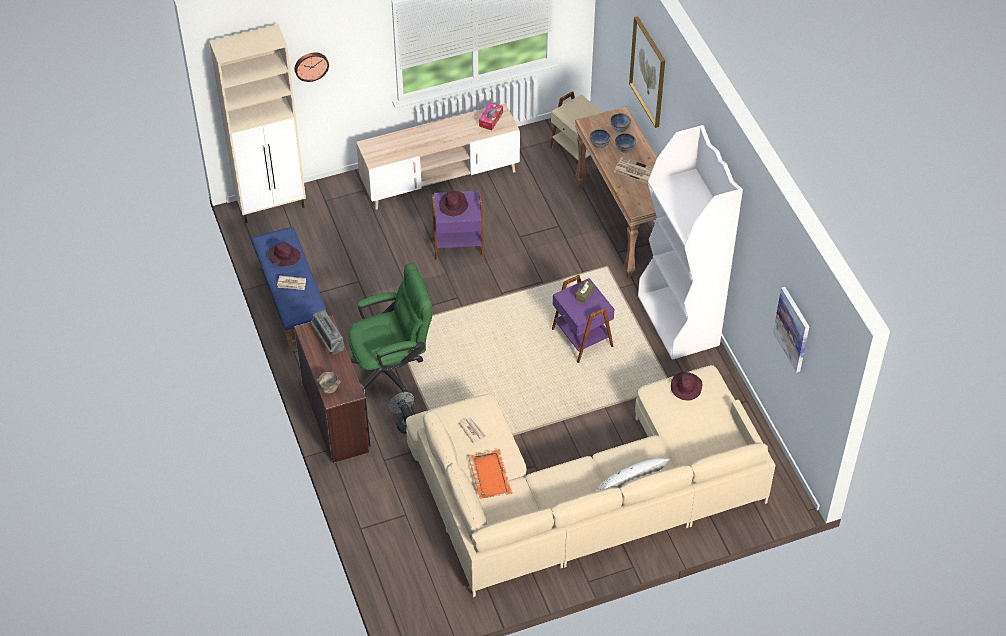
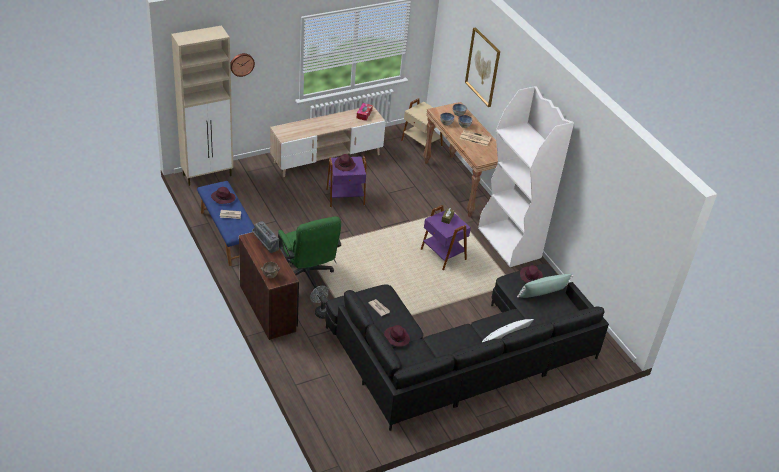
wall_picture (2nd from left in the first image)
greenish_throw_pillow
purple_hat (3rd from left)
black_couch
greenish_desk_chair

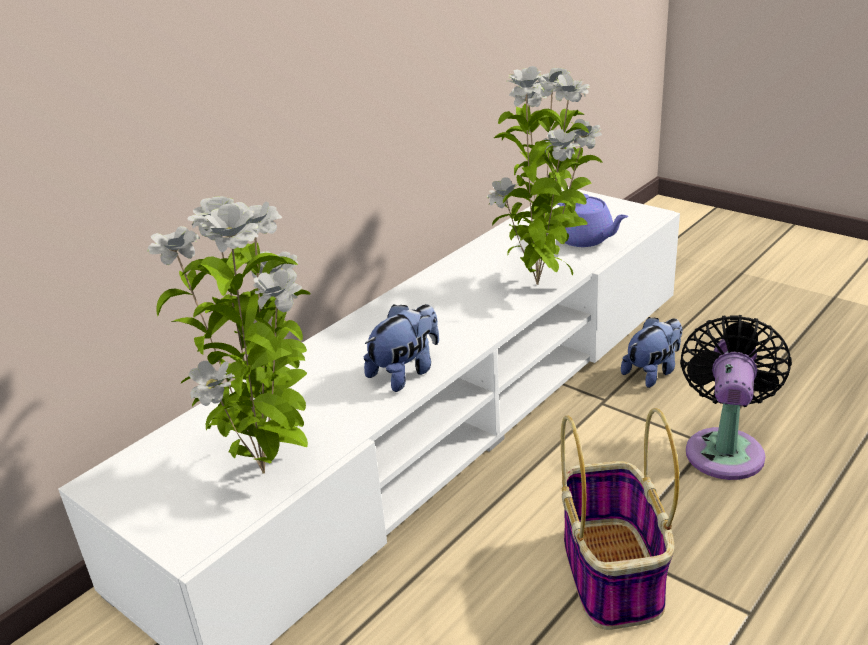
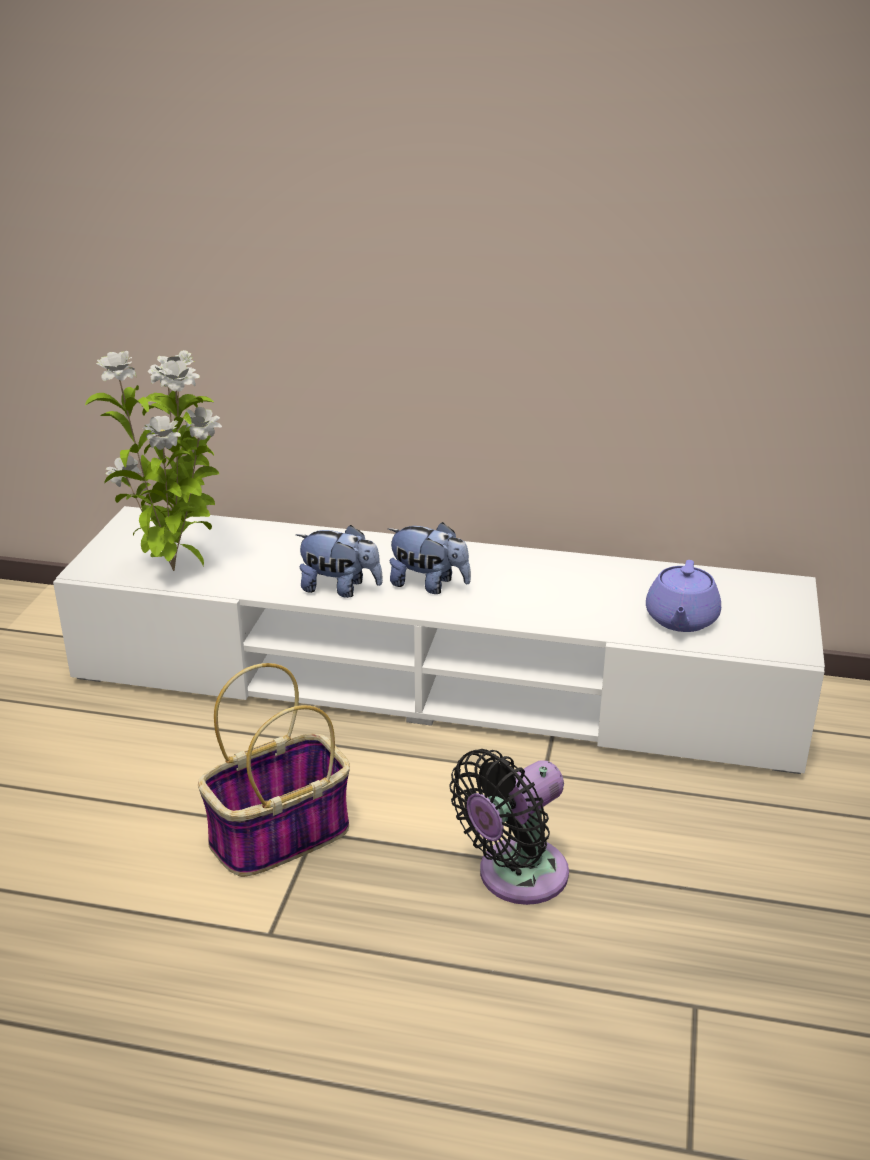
houseplant (2nd from left in the first image)
cuddly_toy (2nd from left)
black_electric_fan

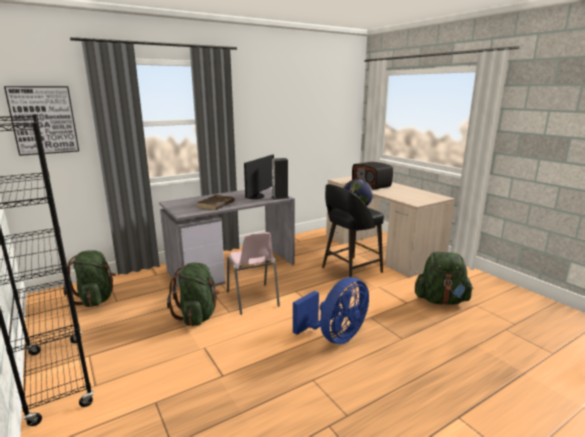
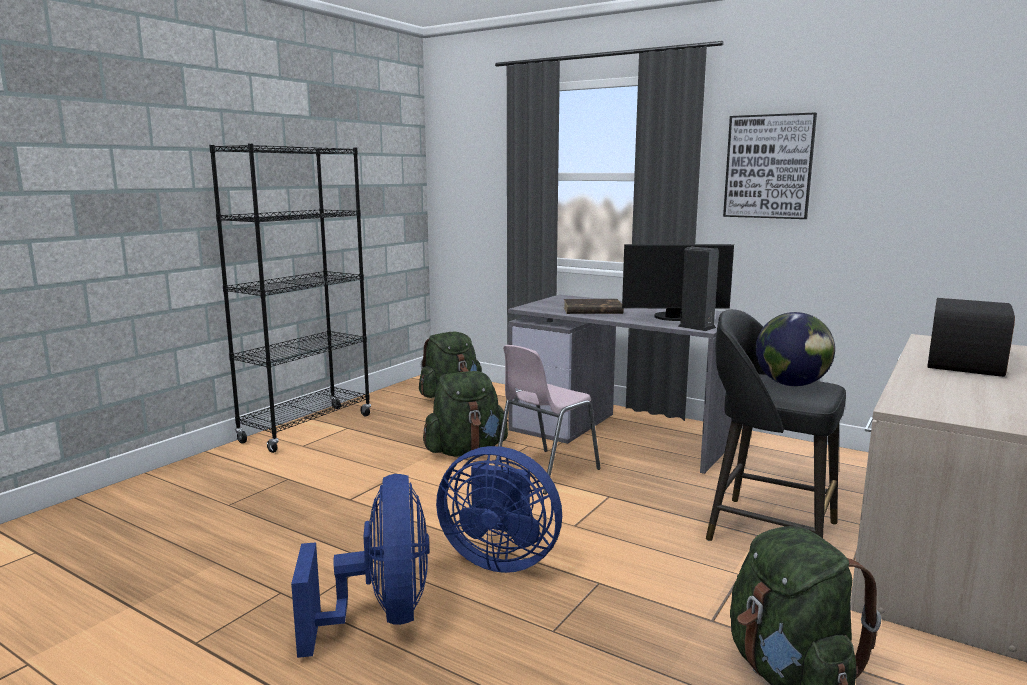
blue-coloured_electric_fan (1st from left)
wall_picture

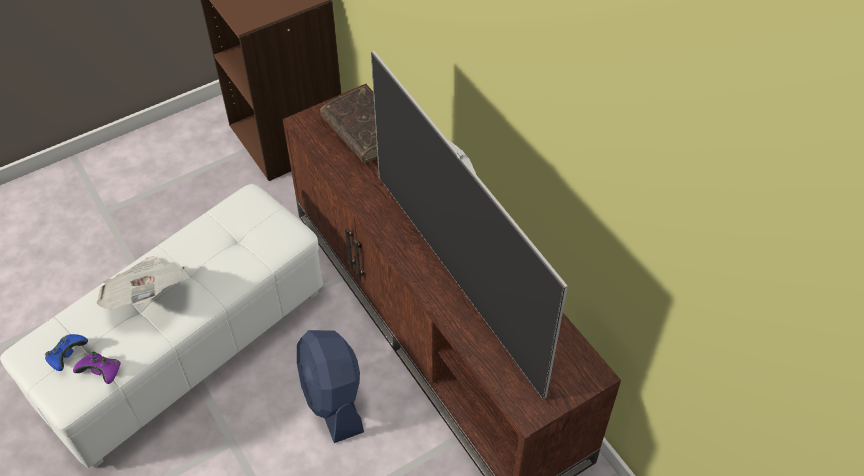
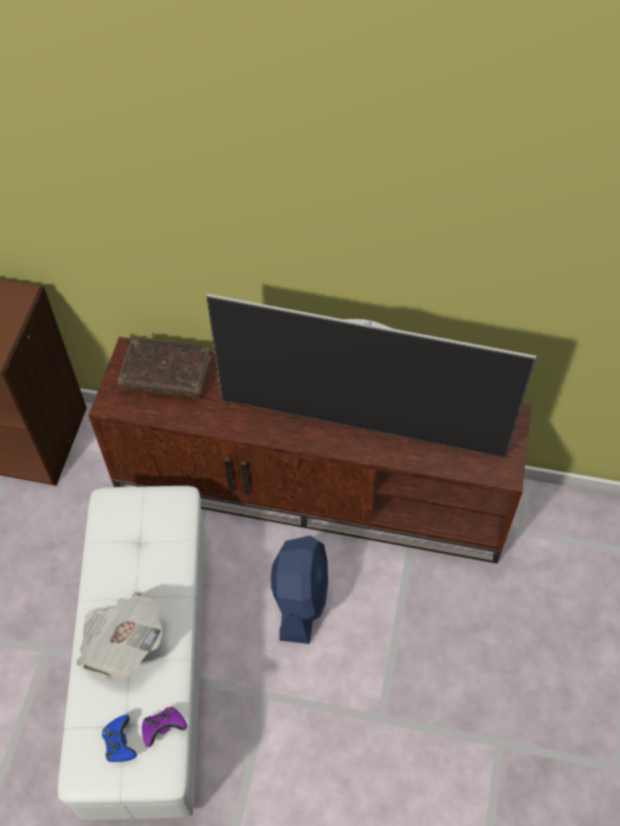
blue-coloured_electric_fan

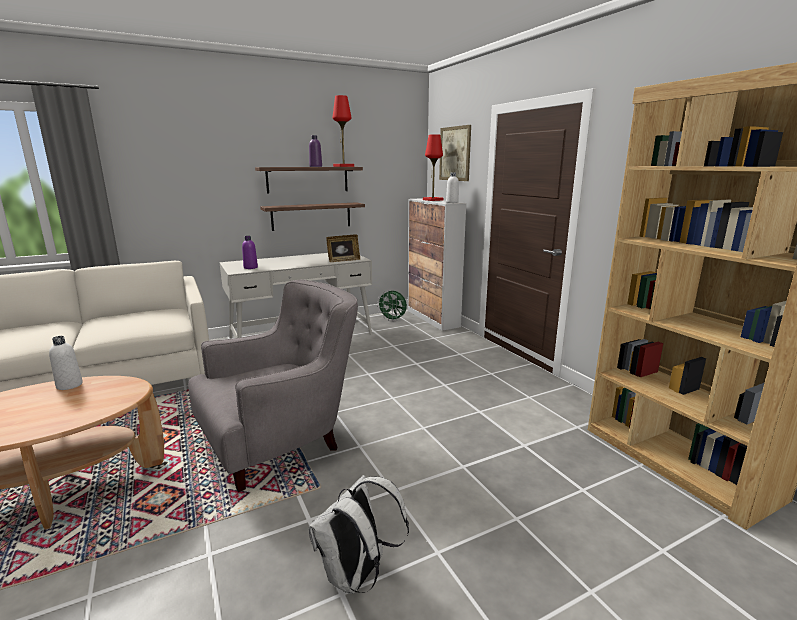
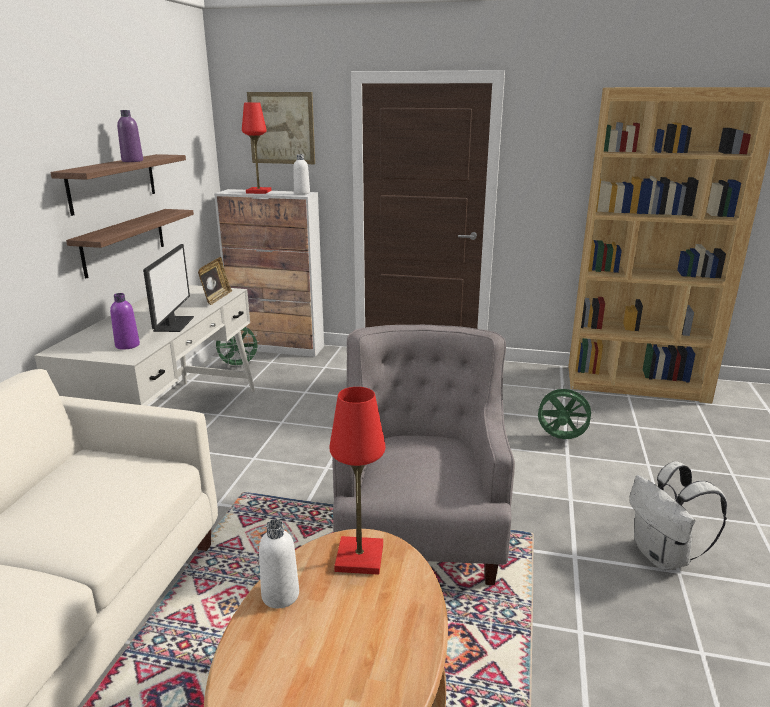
computer_screen
greenish_electric_fan (2nd from left)
red-coloured_tabletop_lamp (2nd from left)

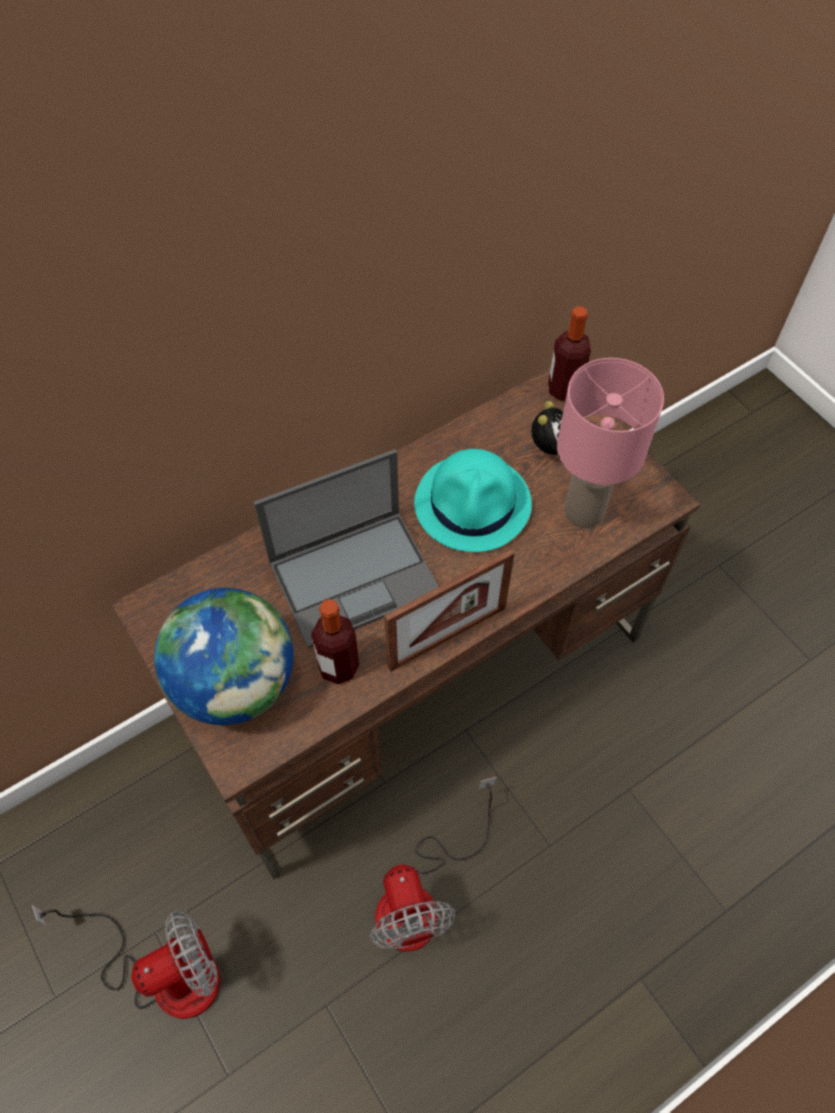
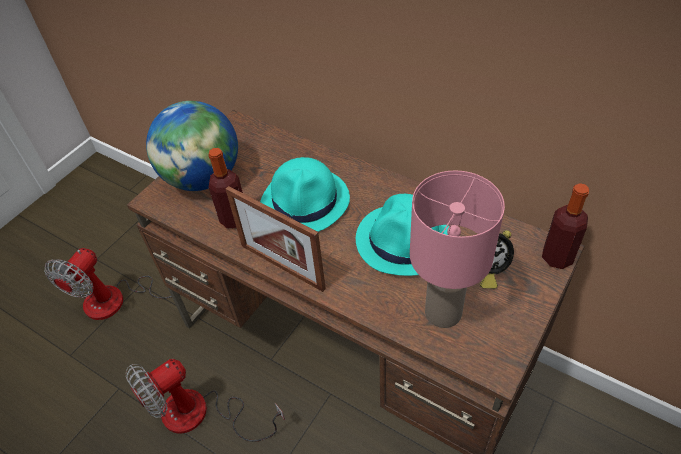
blue-green_hat (1st from left)
electric_fan (1st from left)

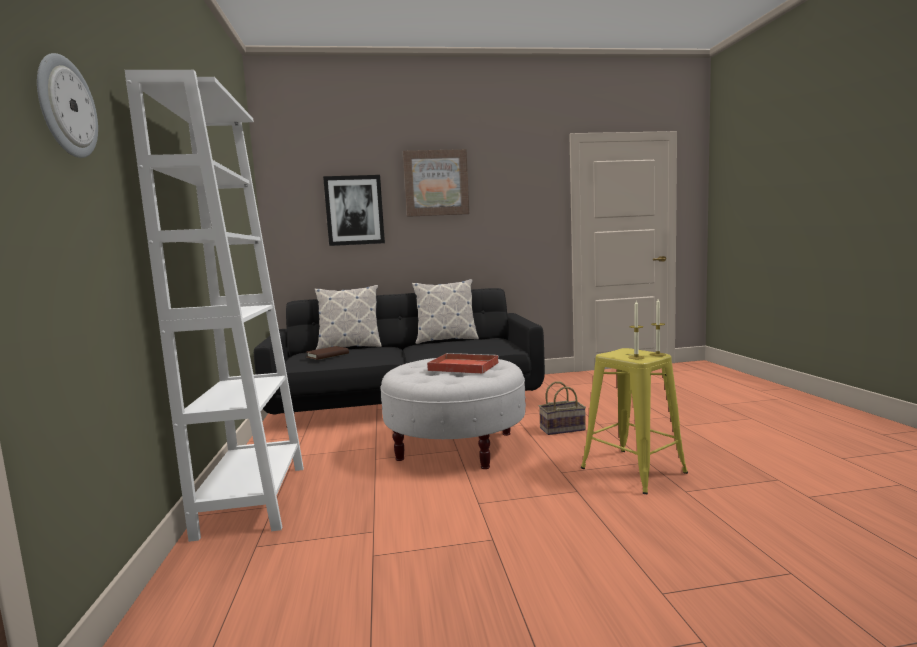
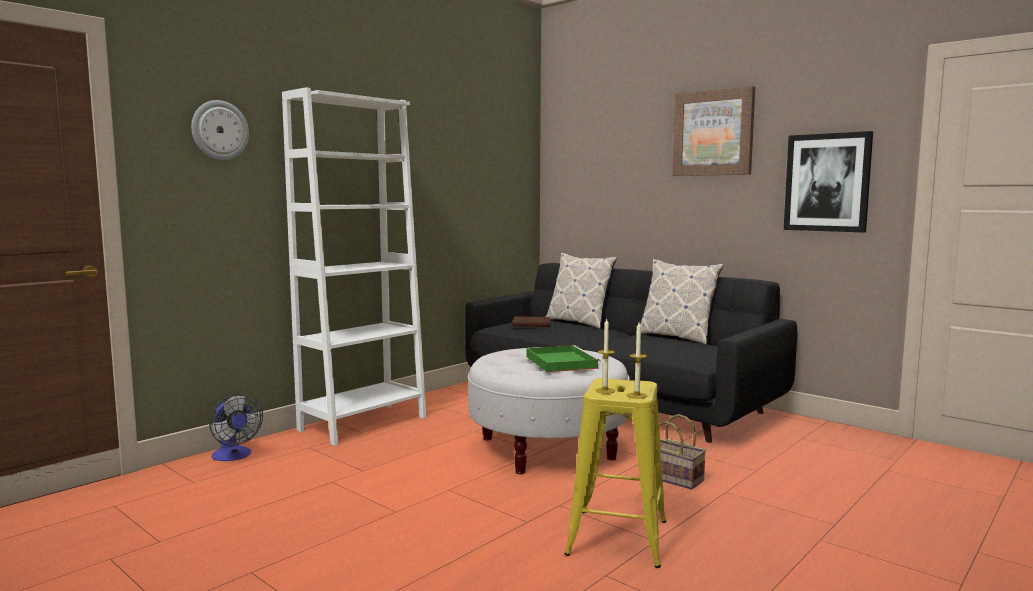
electric_fan
wall_picture (2nd from left)
greenish_carrying_tray

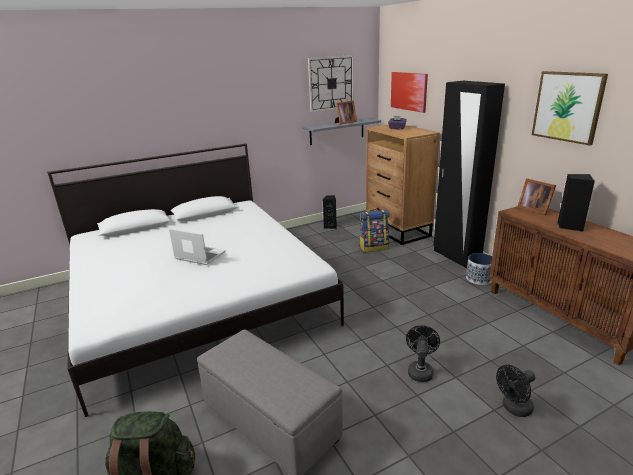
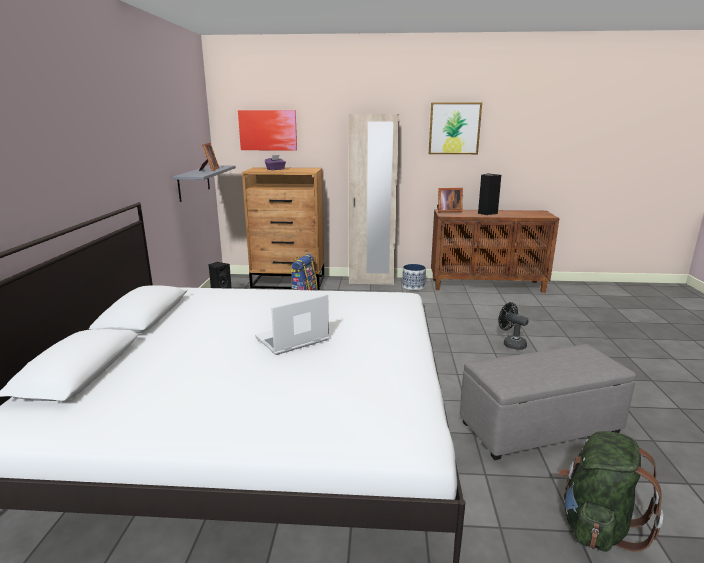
hanging_clock
black_electric_fan (2nd from left in the first image)
beige_wardrobe

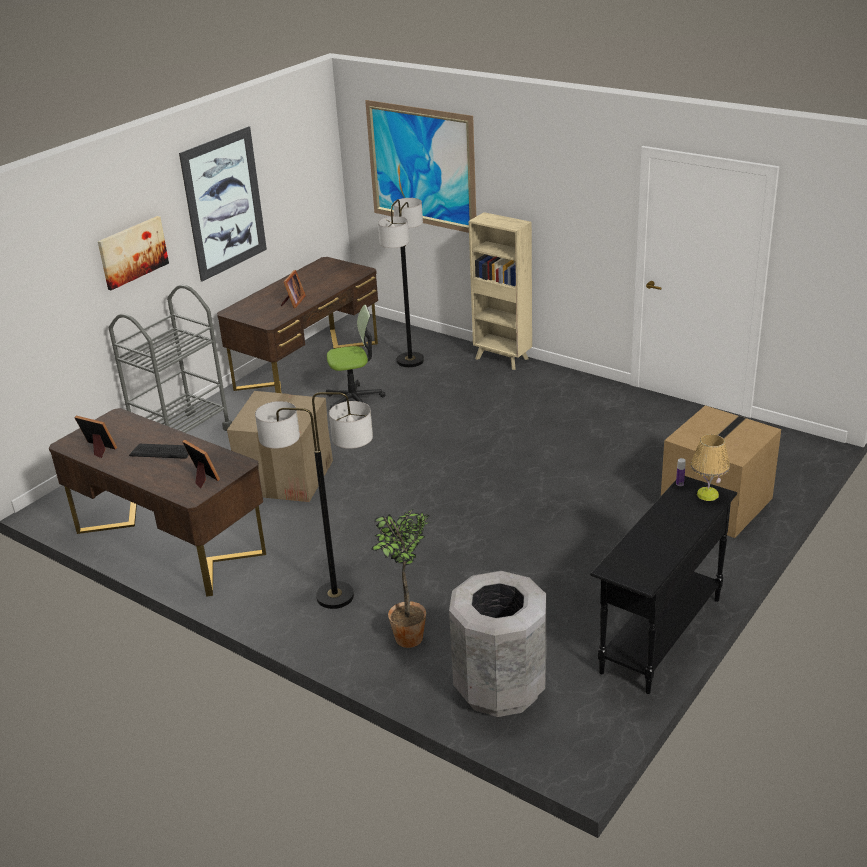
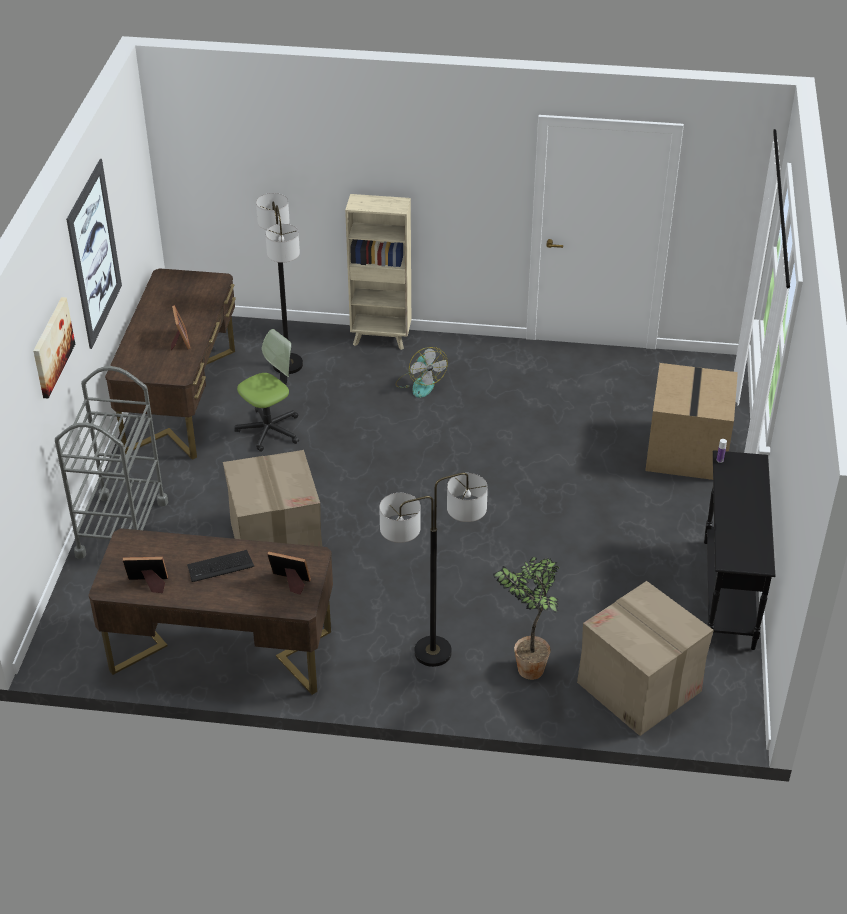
wall_picture (3rd from left in the first image)
tabletop_lamp
electric_fan
packing_box (2nd from left)

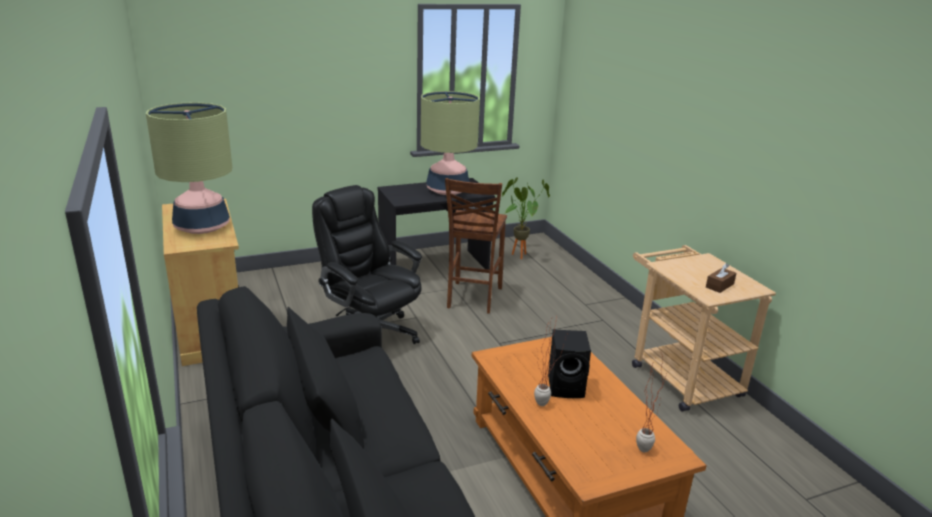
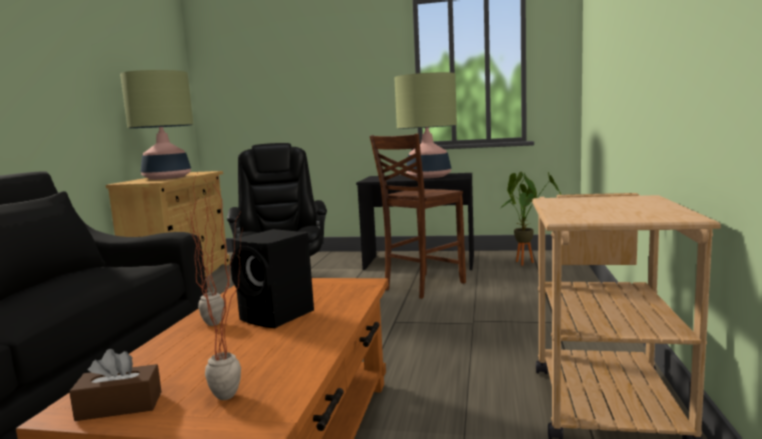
brown-coloured_tissue_box

